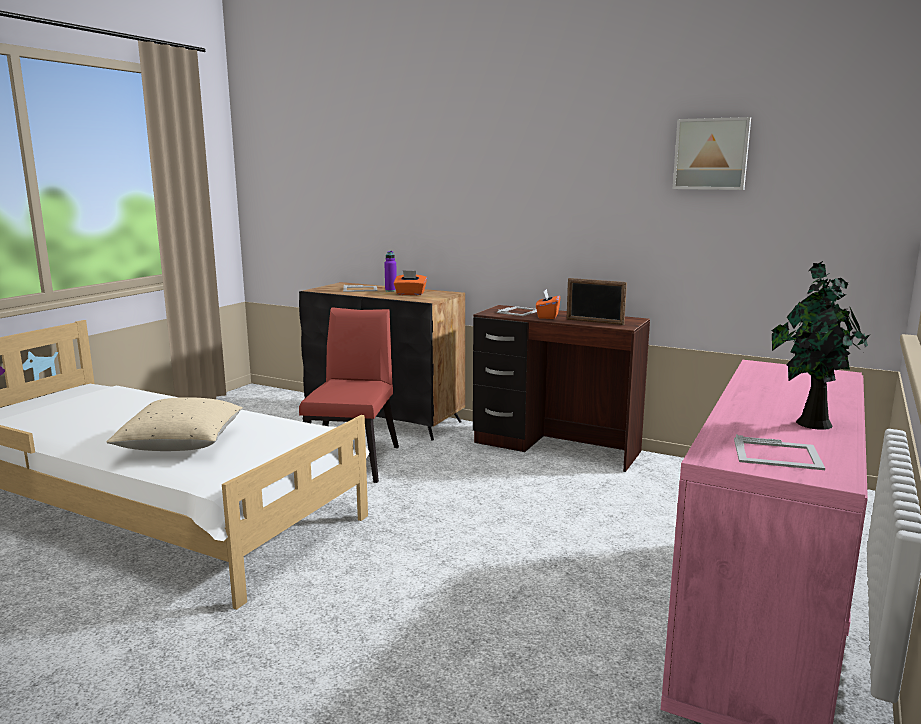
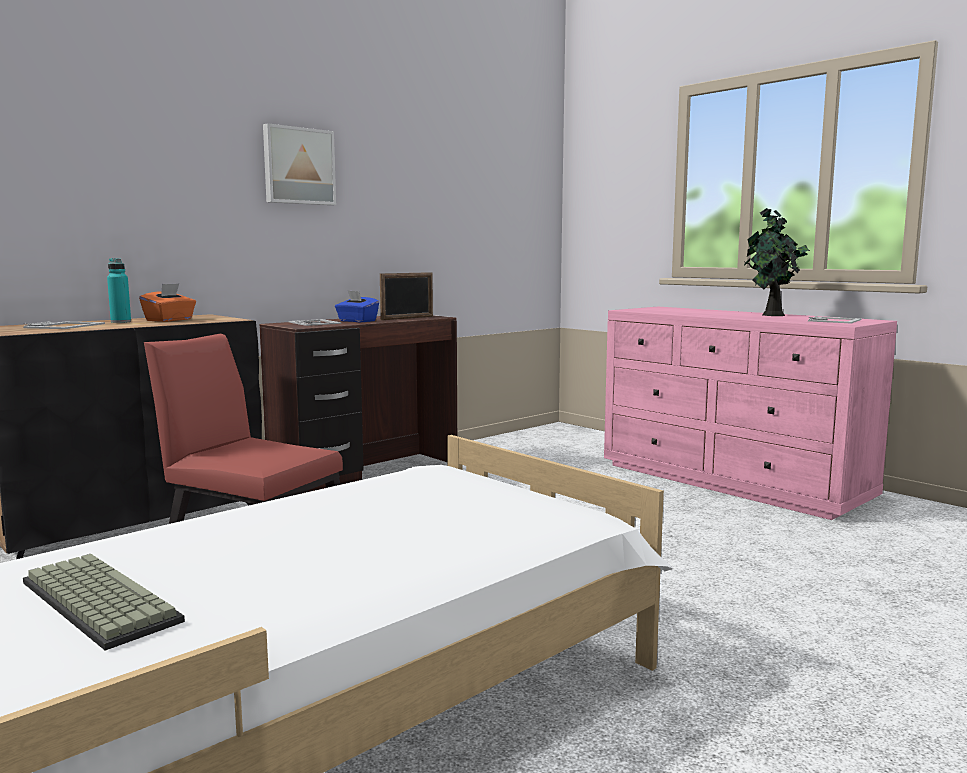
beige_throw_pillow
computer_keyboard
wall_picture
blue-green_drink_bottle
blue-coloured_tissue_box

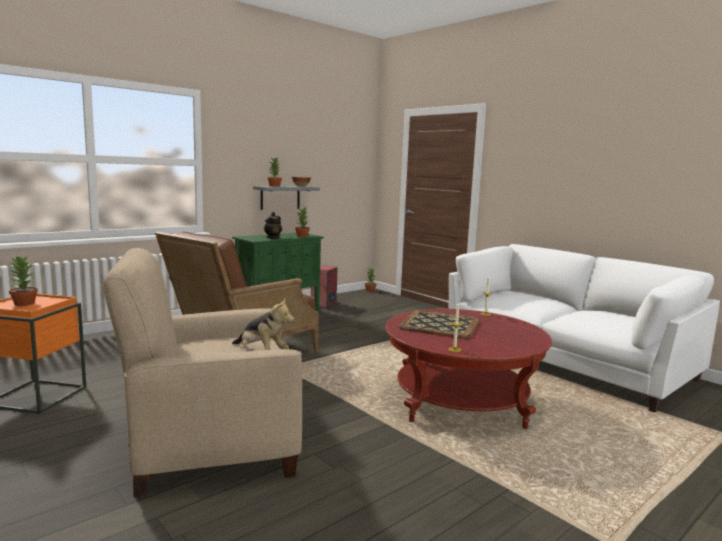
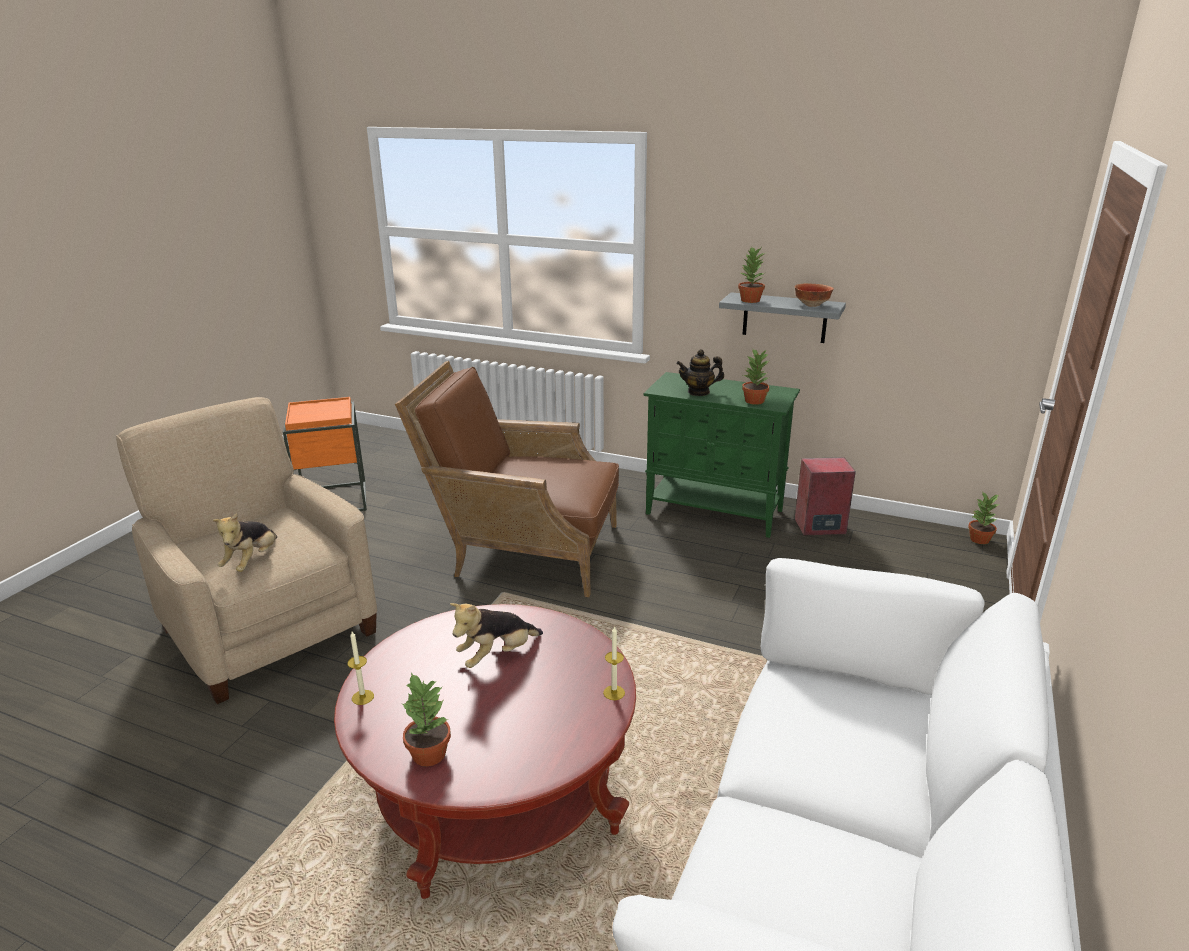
houseplant (1st from left)
cuddly_toy (2nd from left)

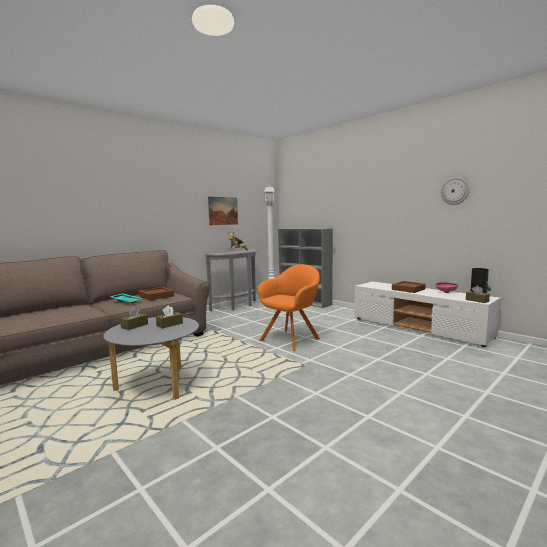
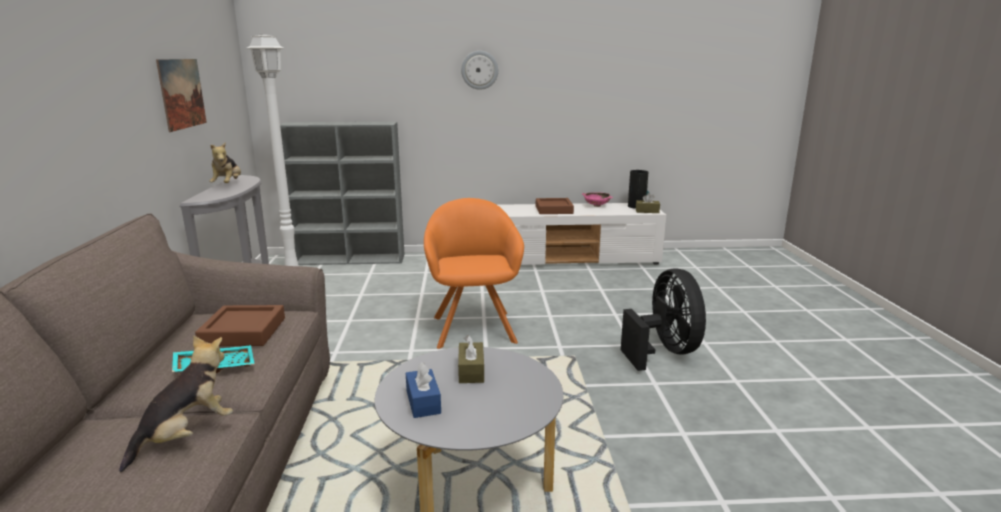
cuddly_toy (1st from left)
black_electric_fan
hanging_clock
blue-coloured_tissue_box

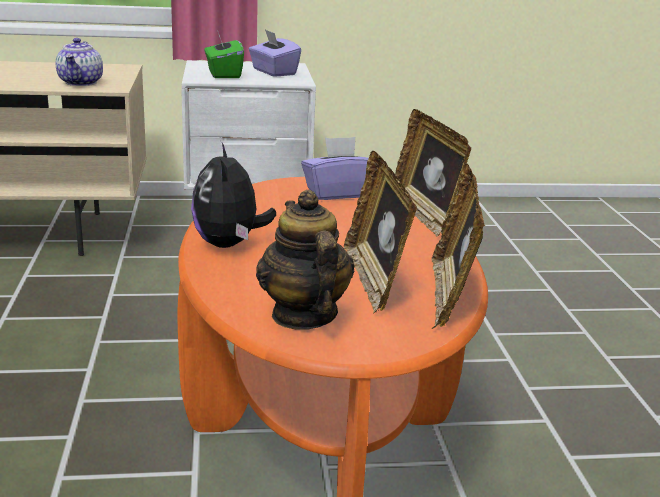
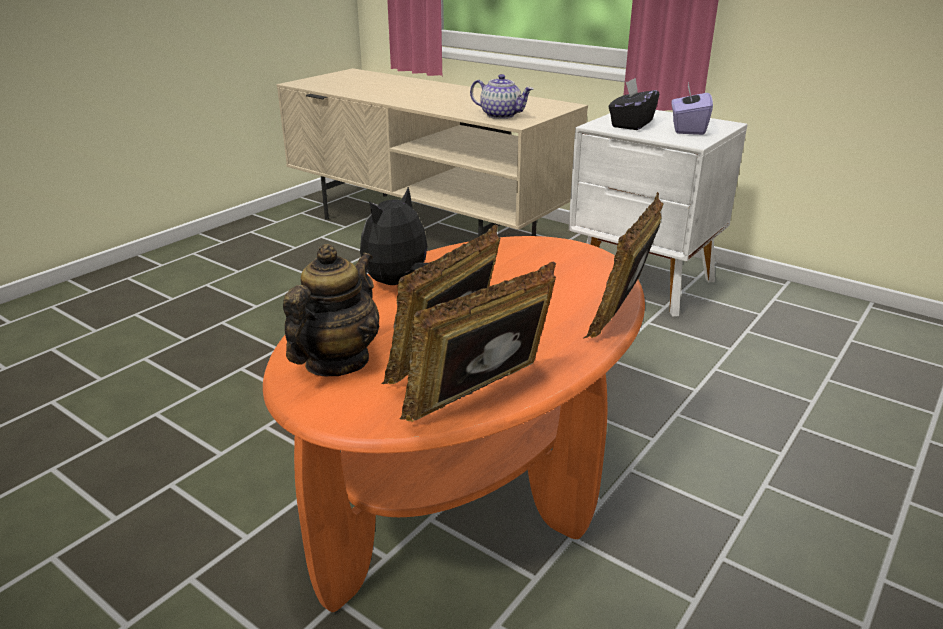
purple_tissue_box (2nd from left in the first image)
black_tissue_box
teapot (2nd from left)

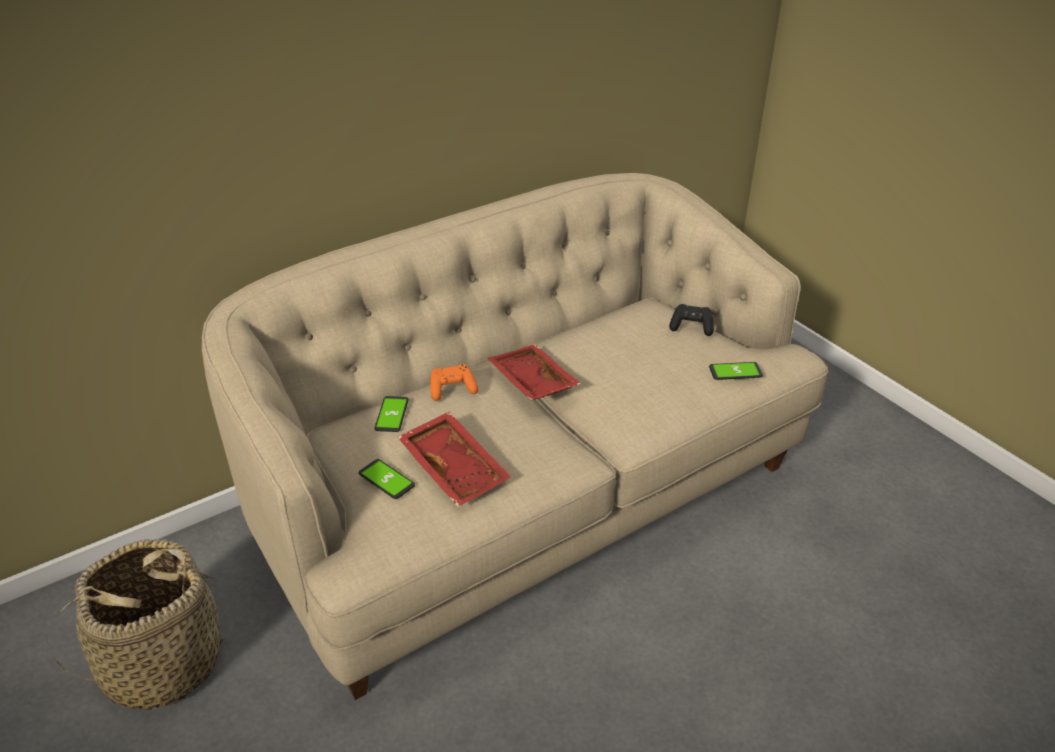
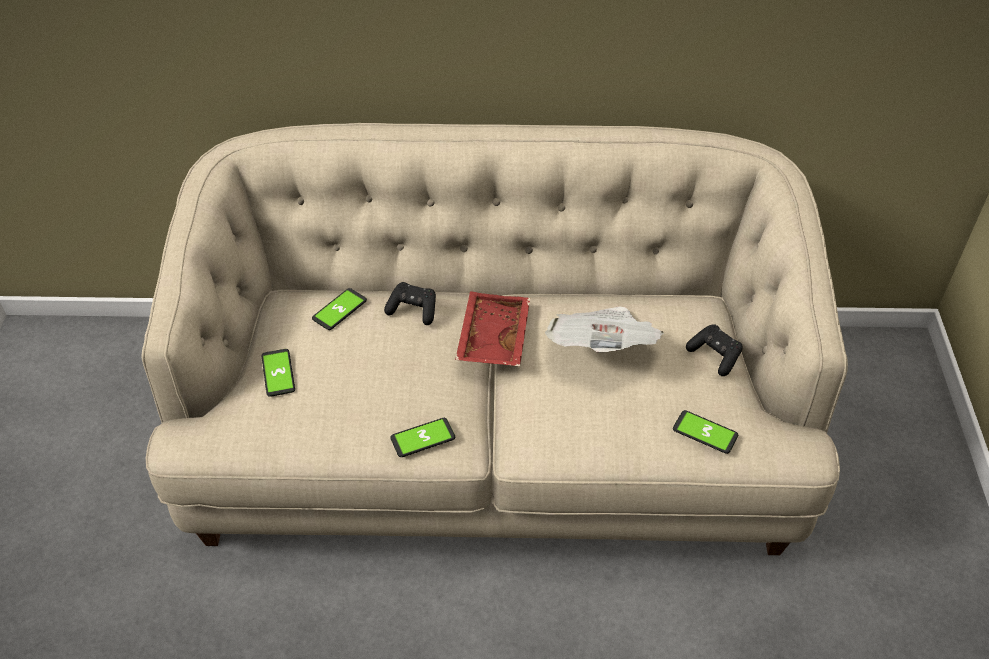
household_basket
red-coloured_carrying_tray (1st from left in the first image)
handset (3rd from left)
daily_paper
black_joypad (1st from left)

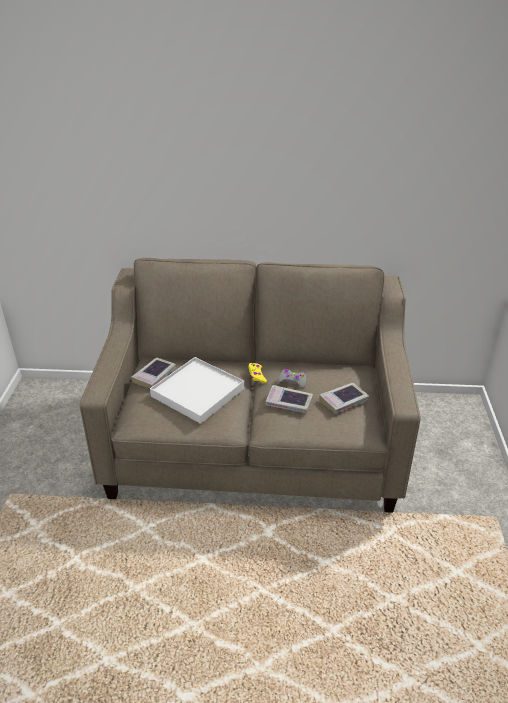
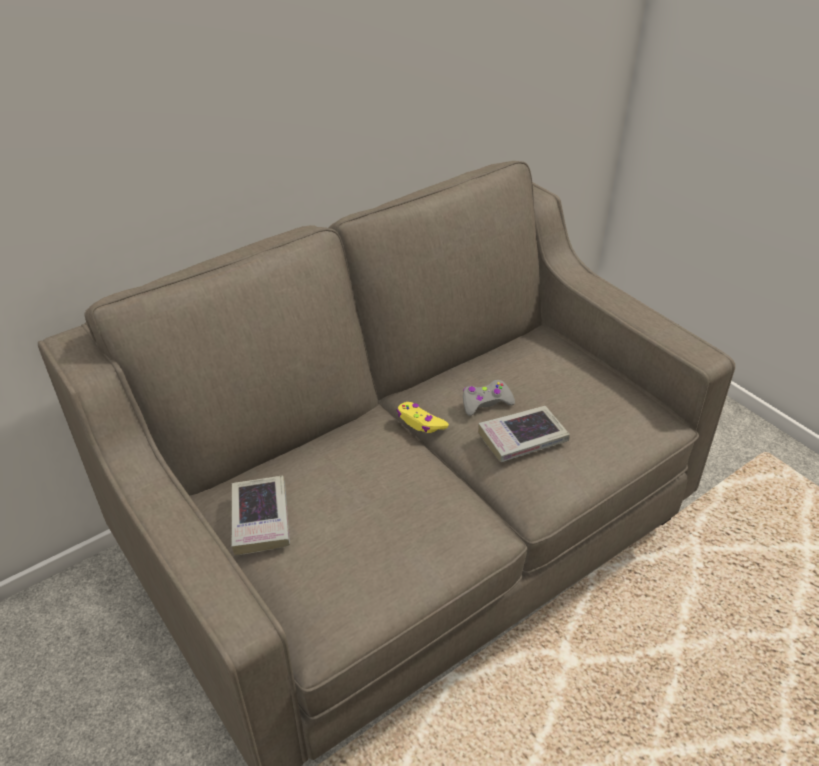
white-coloured_carrying_tray
bound_book (3rd from left in the first image)

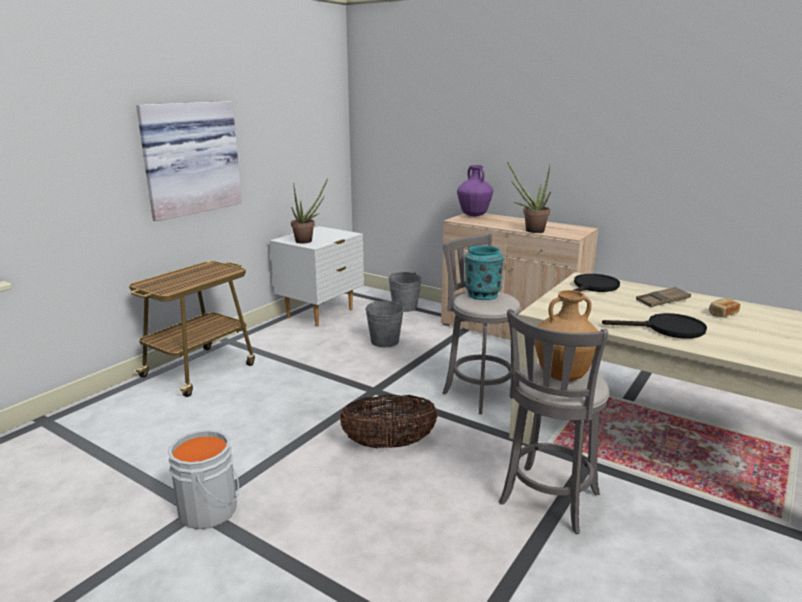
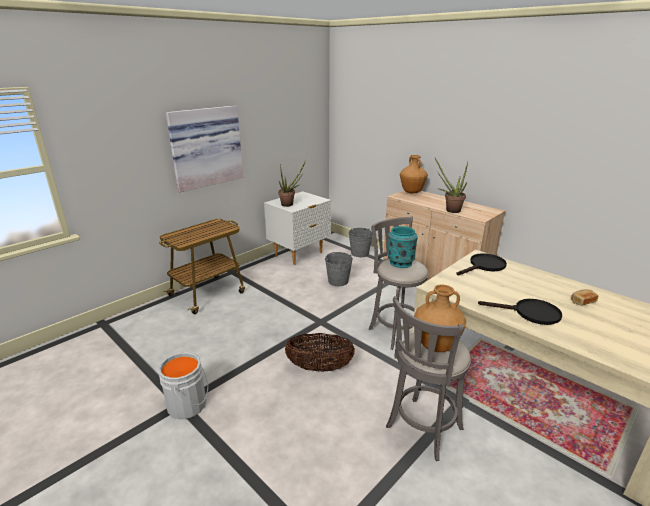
brown-coloured_carrying_tray
brown-coloured_flower_vase (1st from left)

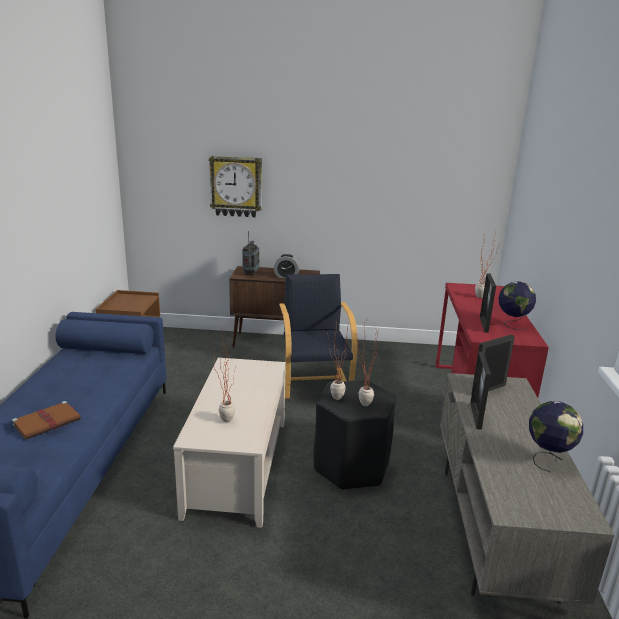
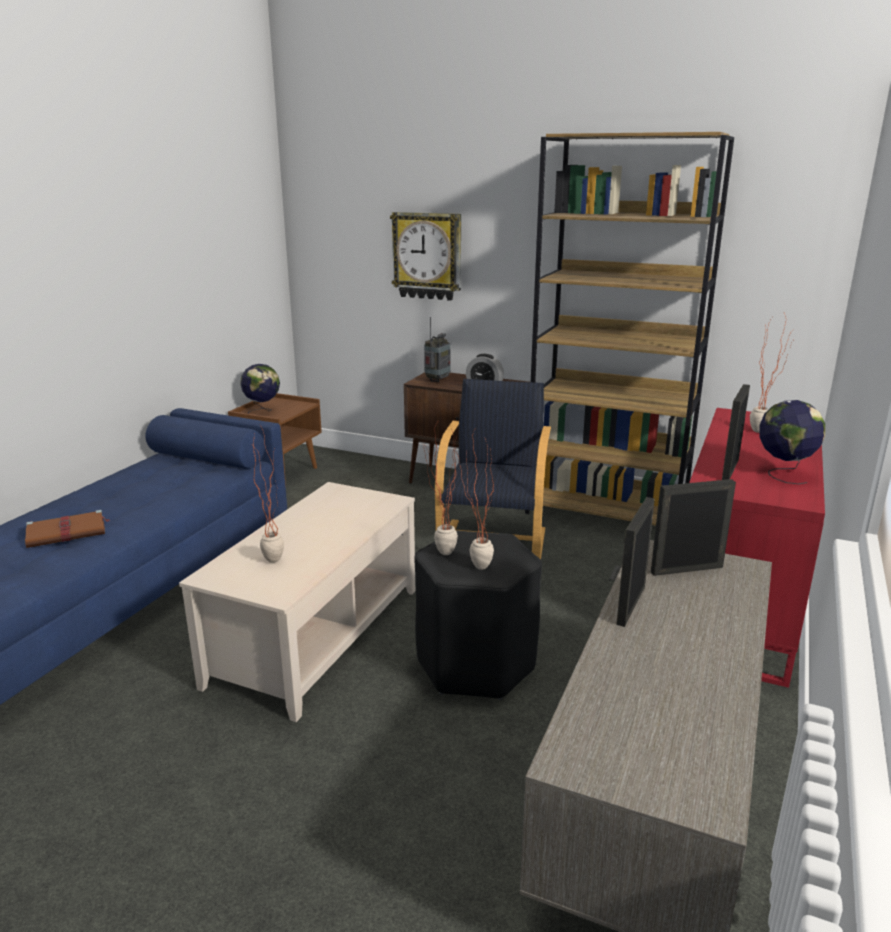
brown-coloured_bookcase
desk_globe (1st from left)

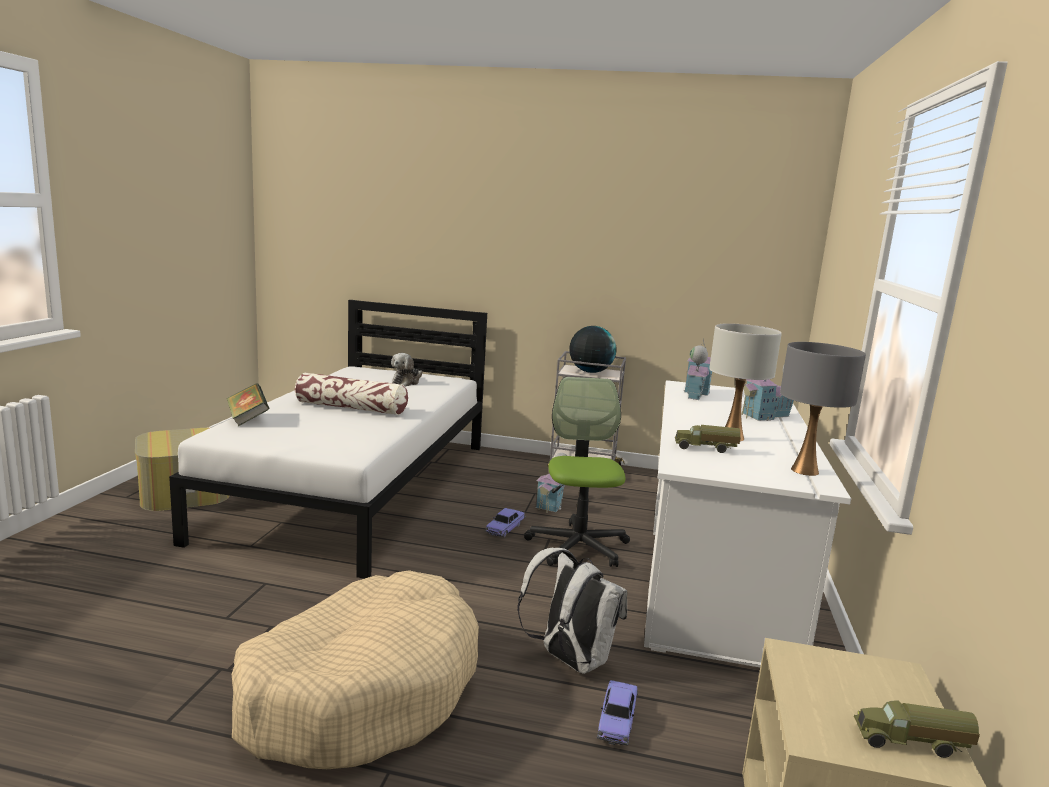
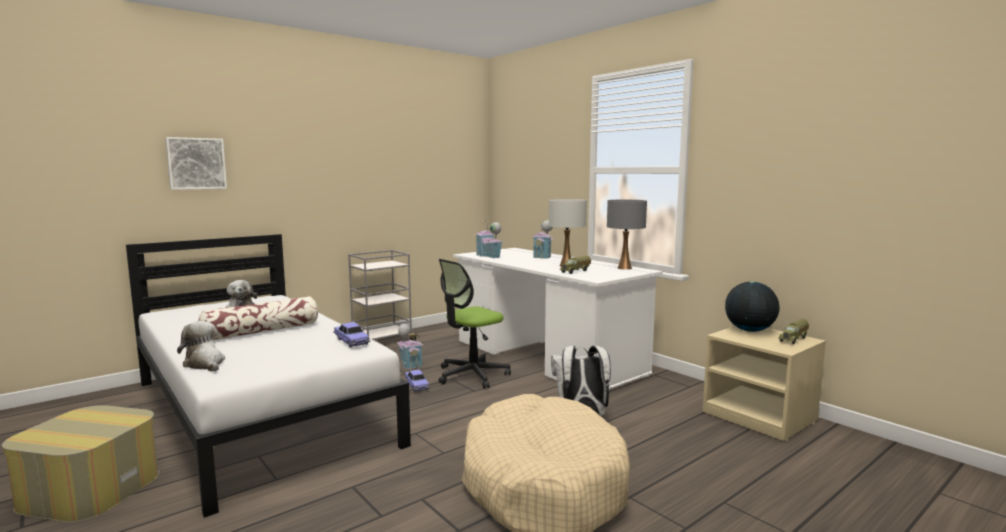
wall_picture
desk_globe
miniature_car (1st from left)
cuddly_toy (1st from left)
desk_chair

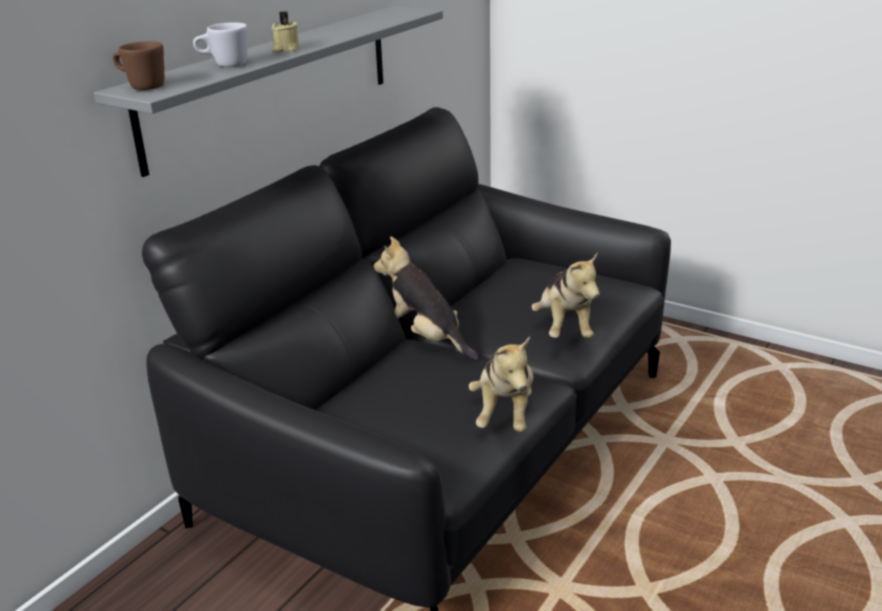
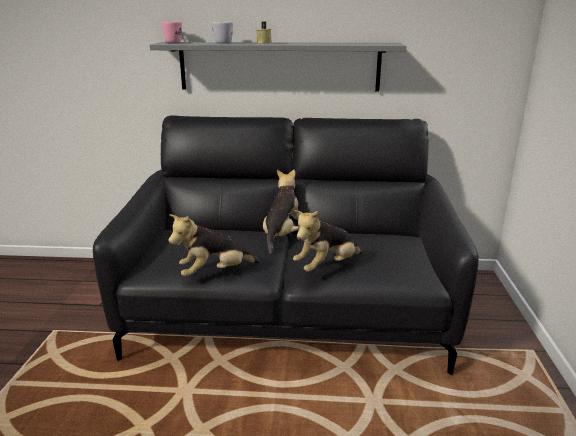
pink_mug

